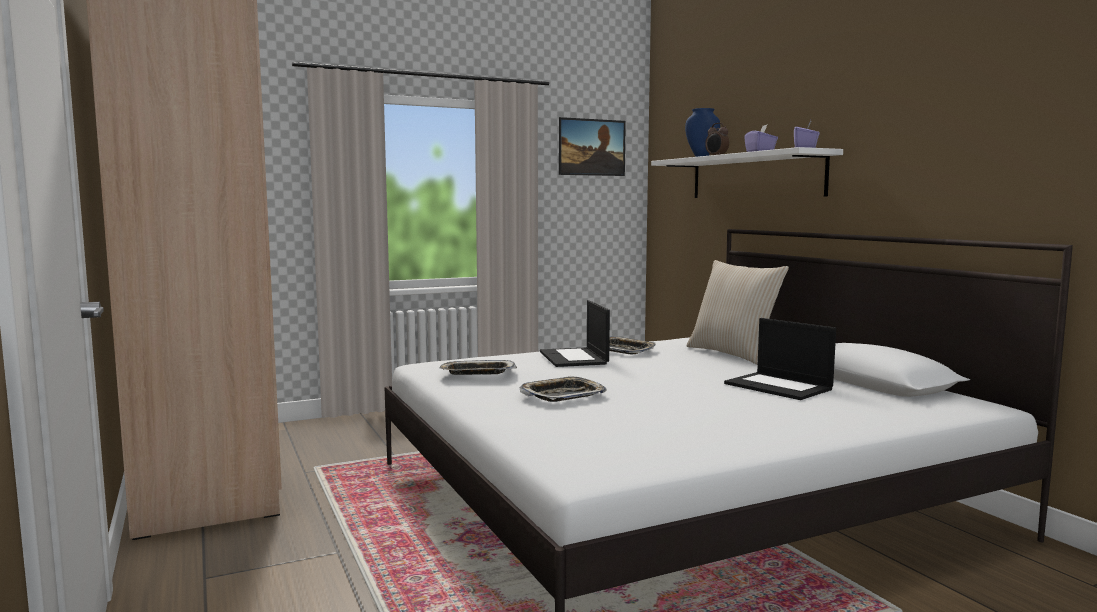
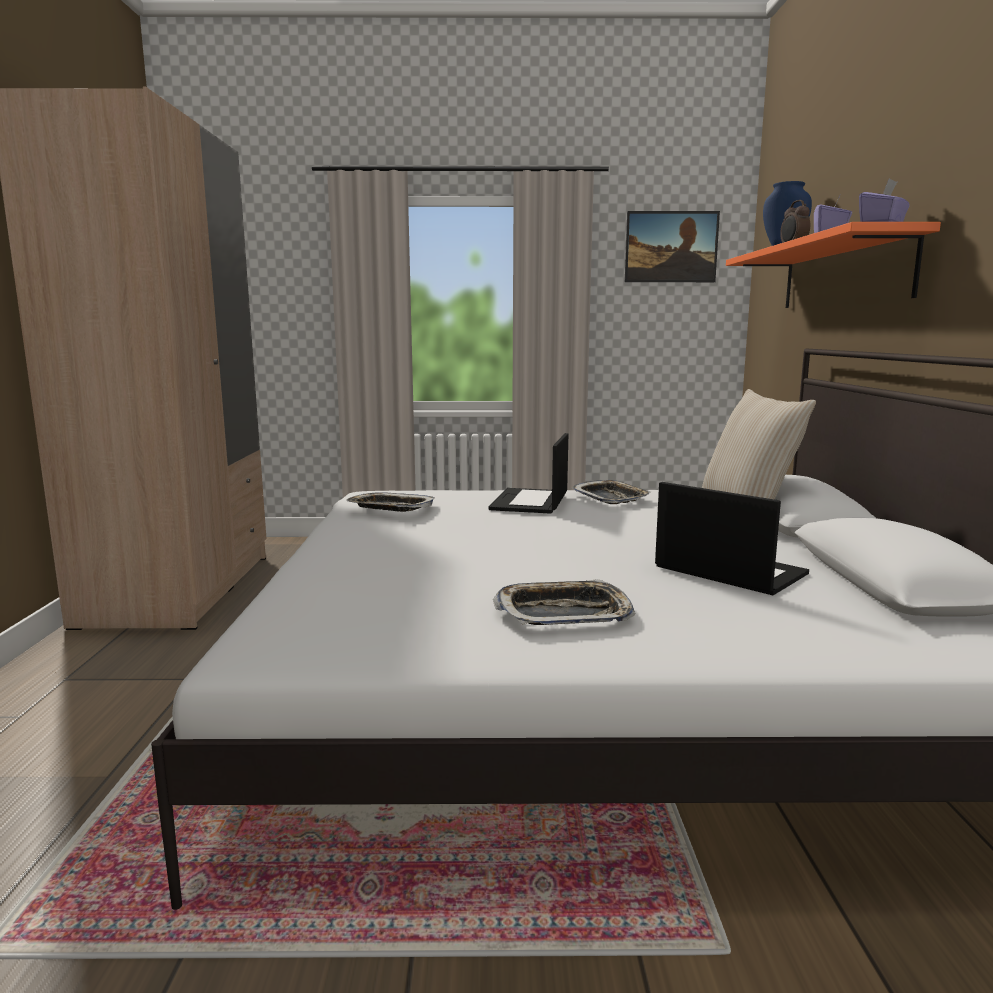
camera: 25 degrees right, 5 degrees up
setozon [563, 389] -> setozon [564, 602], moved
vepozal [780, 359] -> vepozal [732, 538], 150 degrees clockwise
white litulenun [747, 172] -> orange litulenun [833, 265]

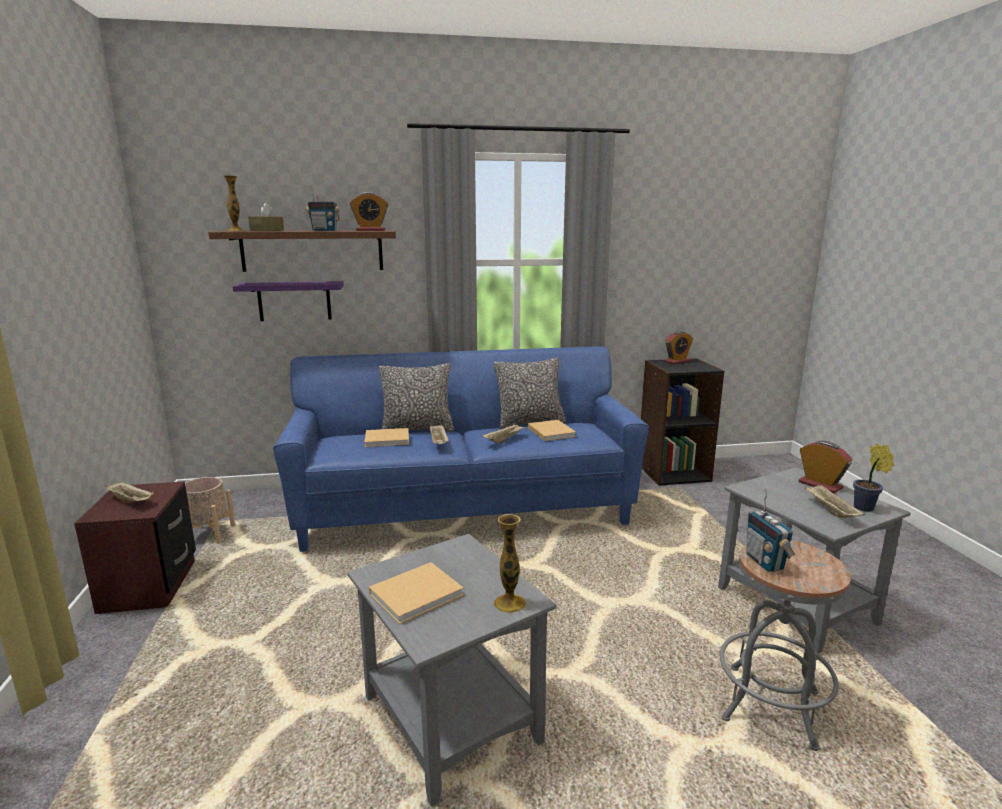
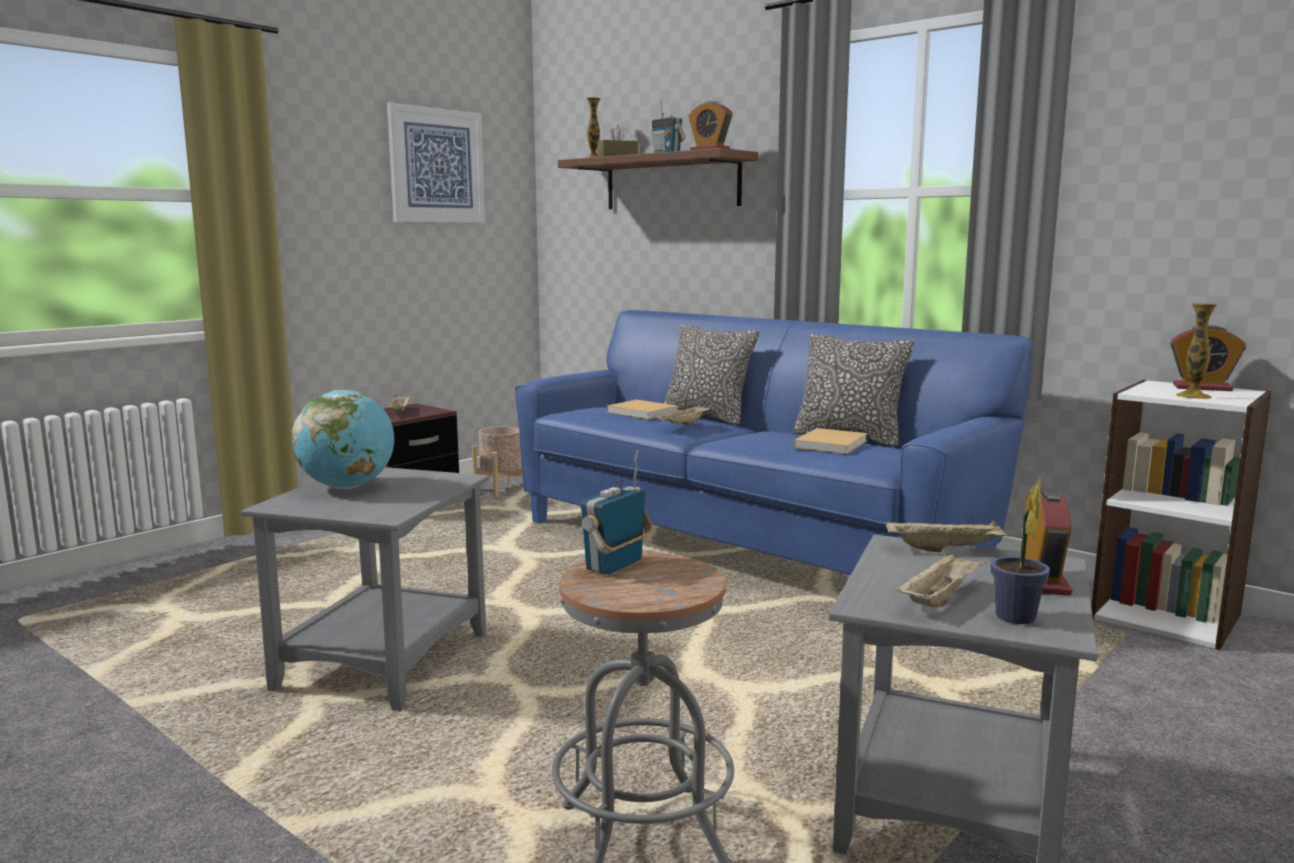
camera: 50 degrees right, 5 degrees down
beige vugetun [416, 593] -> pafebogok [343, 439]
none -> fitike [436, 162]
beige setozon [504, 433] -> beige setozon [948, 536], moved
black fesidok [682, 422] -> white fesidok [1181, 515]
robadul [510, 563] -> robadul [1197, 351], moved
purple litulenun [288, 301] -> none

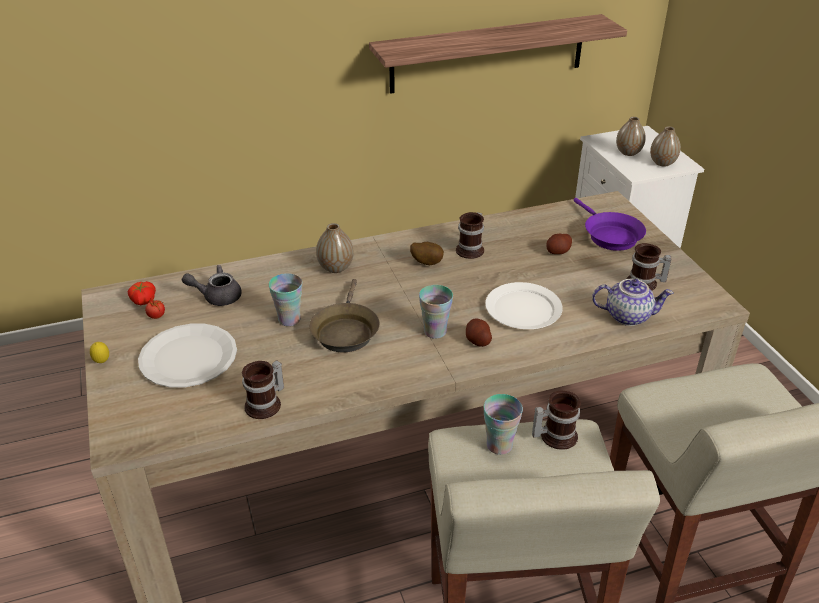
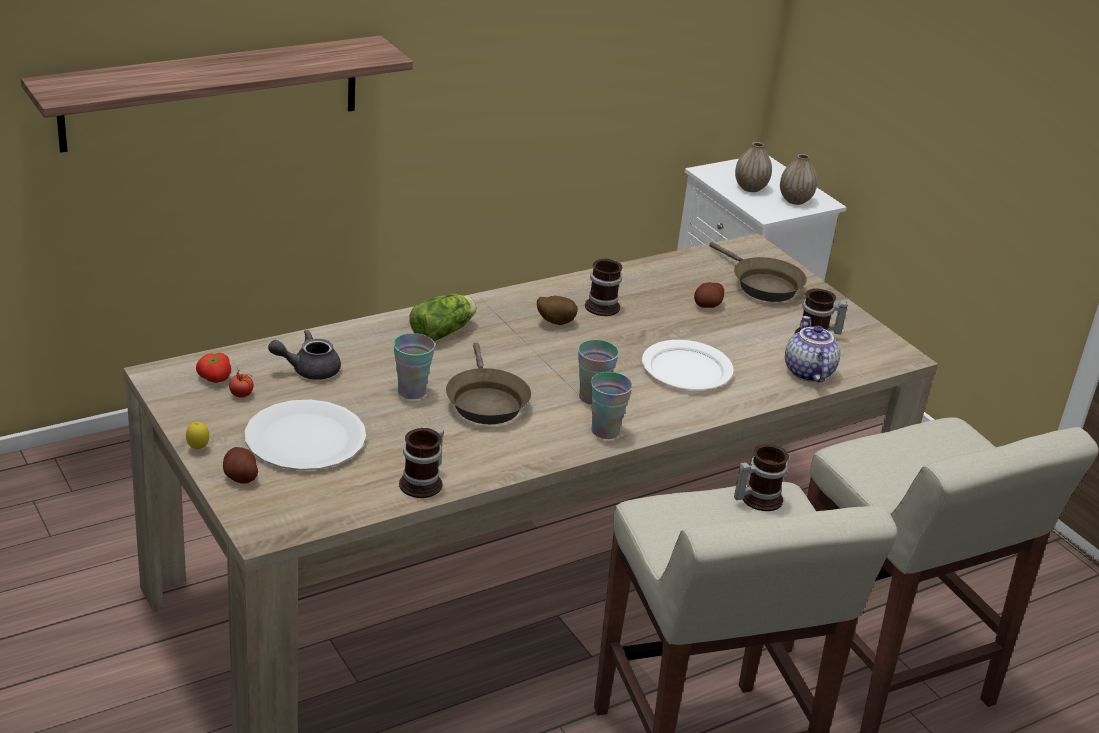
camera: 15 degrees left, 5 degrees down
litulenun [498, 54] -> litulenun [217, 94], moved
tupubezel [479, 332] -> tupubezel [240, 465], moved
robadul [335, 248] -> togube [443, 317]
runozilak [503, 424] -> runozilak [612, 405], moved
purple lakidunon [609, 224] -> brown lakidunon [758, 272]
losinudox [633, 302] -> losinudox [812, 349], 90 degrees counterclockwise

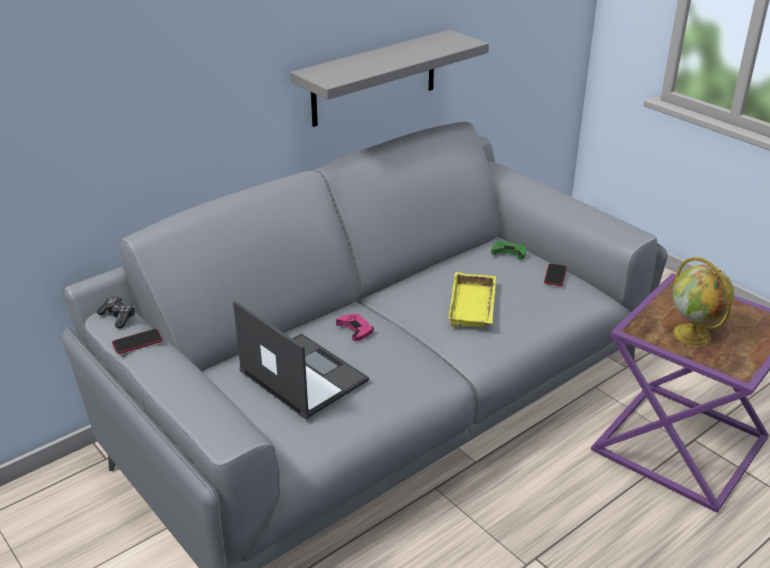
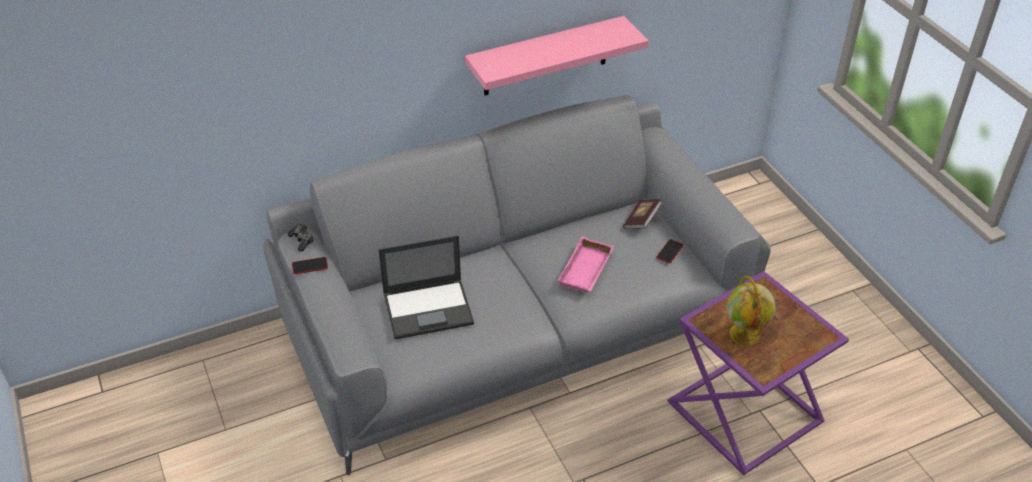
camera: 15 degrees right, 10 degrees up
vepozal [301, 359] -> vepozal [426, 287], 105 degrees clockwise
grey litulenun [389, 78] -> pink litulenun [557, 56]
yellow setozon [472, 299] -> pink setozon [585, 264]
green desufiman [508, 250] -> vugetun [642, 214]
pink desufiman [355, 327] -> none

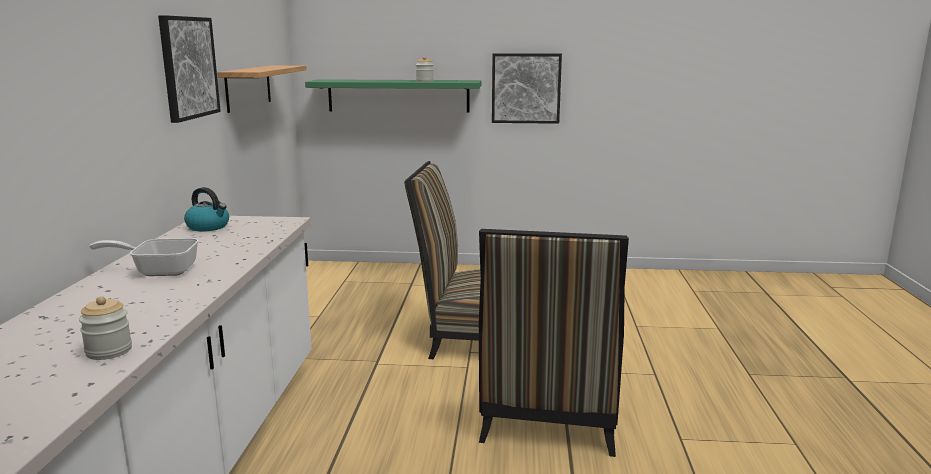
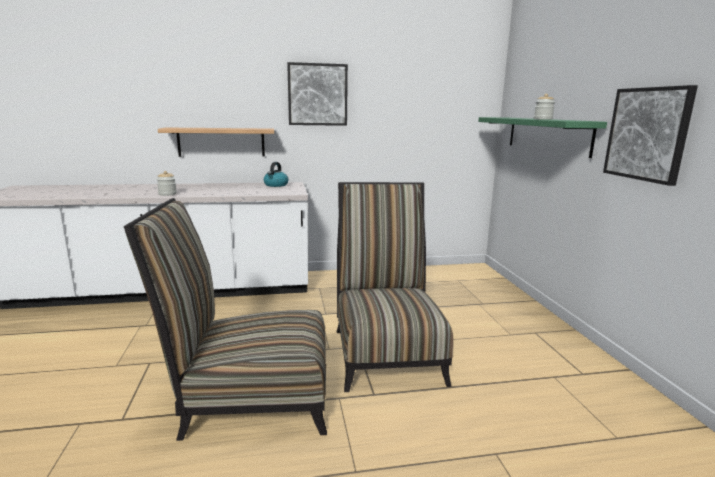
camera: 75 degrees right, 0 degrees up
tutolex [105, 328] -> tutolex [167, 183], moved
litulenun [262, 89] -> litulenun [216, 142], moved
lakidunon [144, 257] -> none

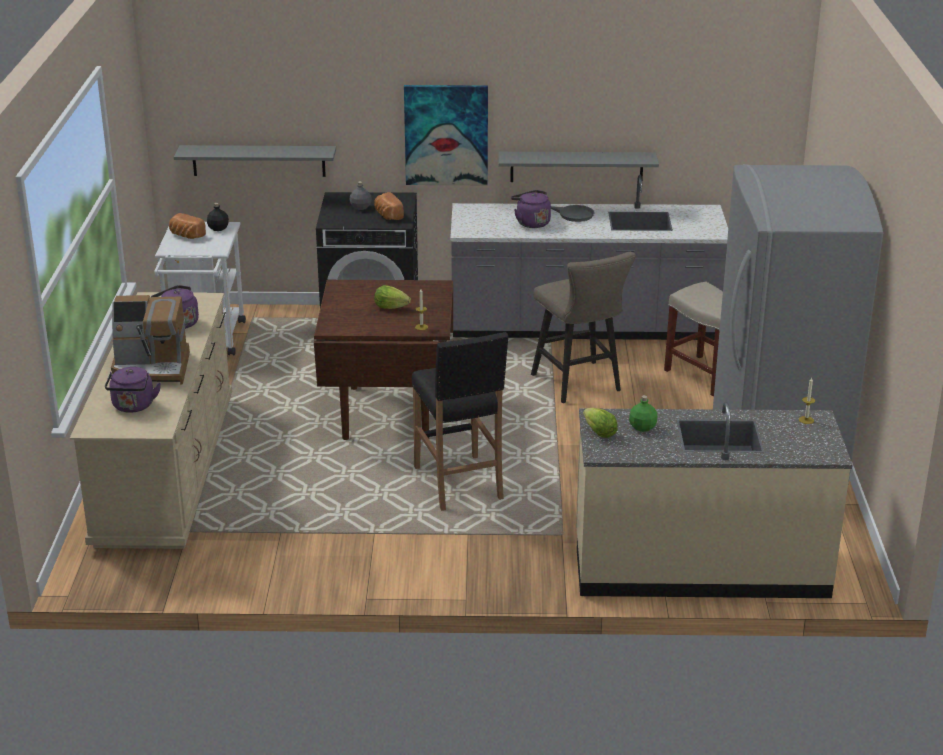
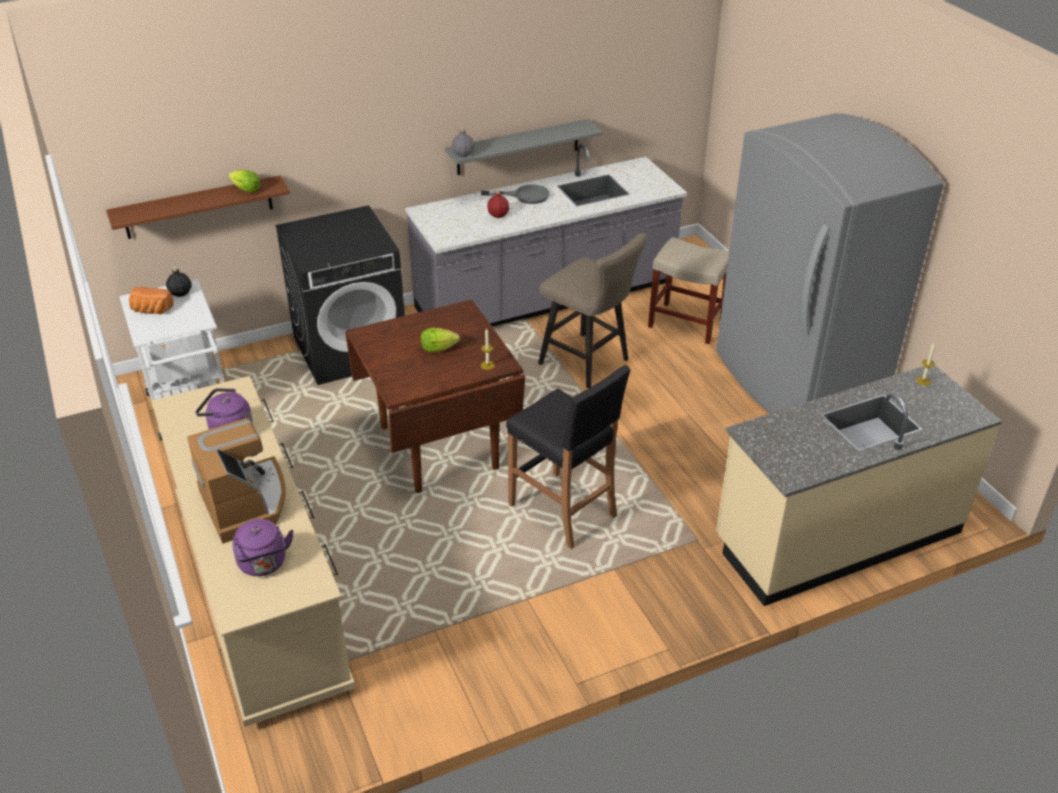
camera: 25 degrees left, 10 degrees up
grey litulenun [255, 161] -> brown litulenun [198, 207]
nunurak [150, 340] -> nunurak [236, 481], 90 degrees counterclockwise
togube [600, 423] -> togube [244, 181], moved
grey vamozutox [361, 195] -> grey vamozutox [463, 142], moved
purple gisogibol [531, 209] -> red vamozutox [498, 203]
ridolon [389, 206] -> none
fitike [446, 135] -> none
green vamozutox [643, 413] -> none

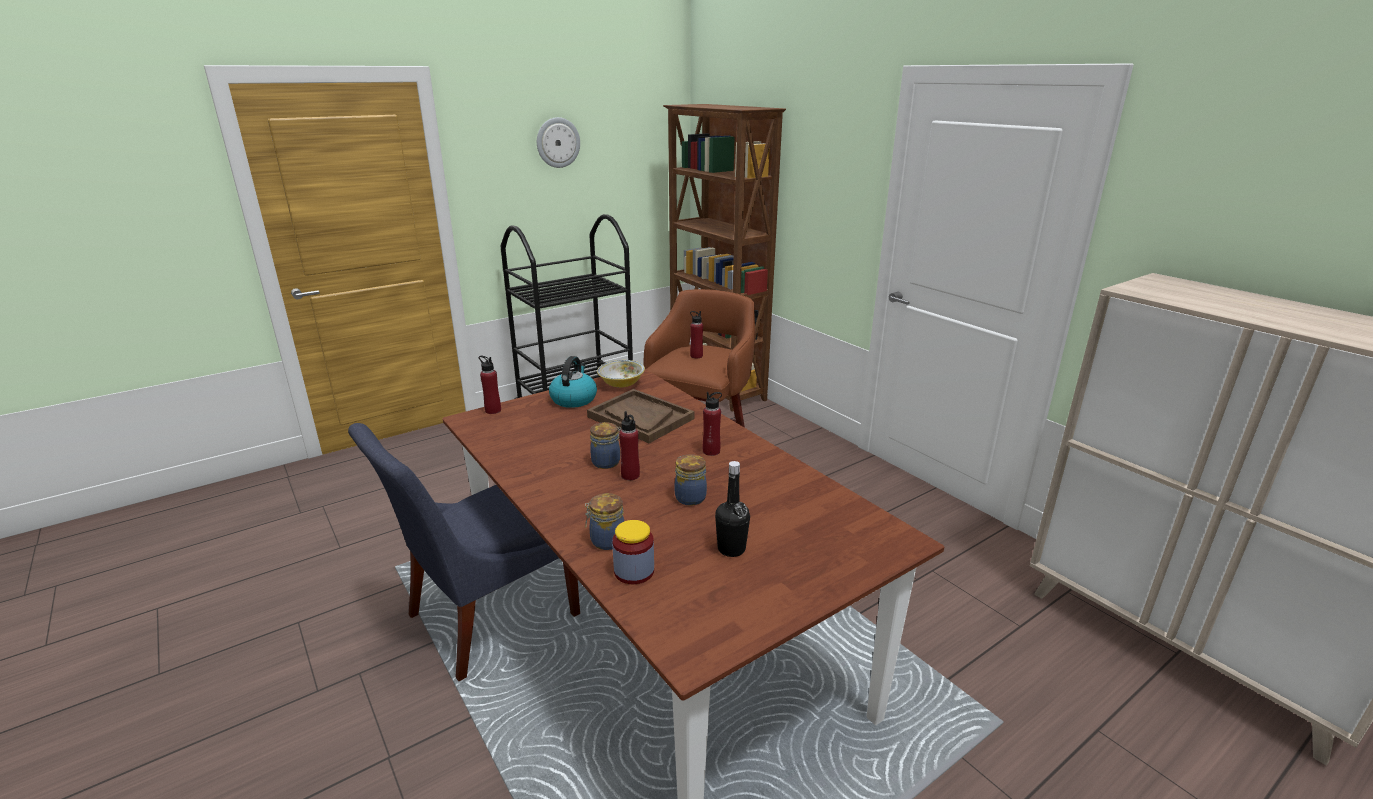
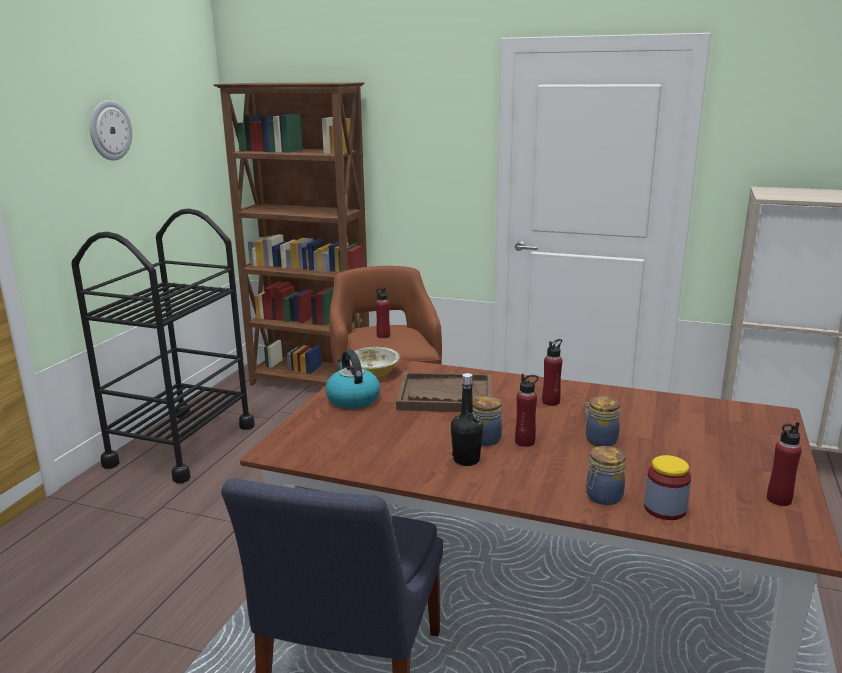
camera: 35 degrees left, 5 degrees down
black vamozutox [732, 509] -> black vamozutox [467, 419], moved
red vamozutox [489, 385] -> red vamozutox [784, 464], moved

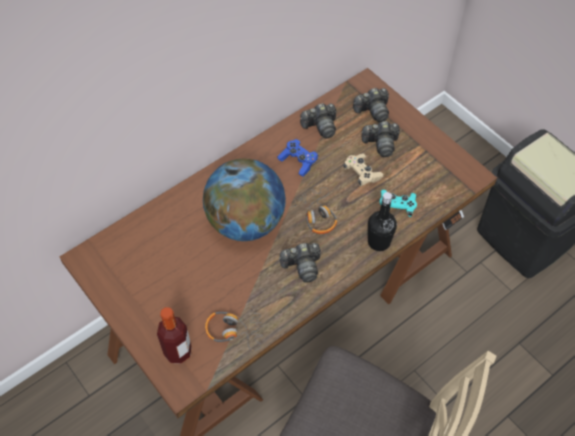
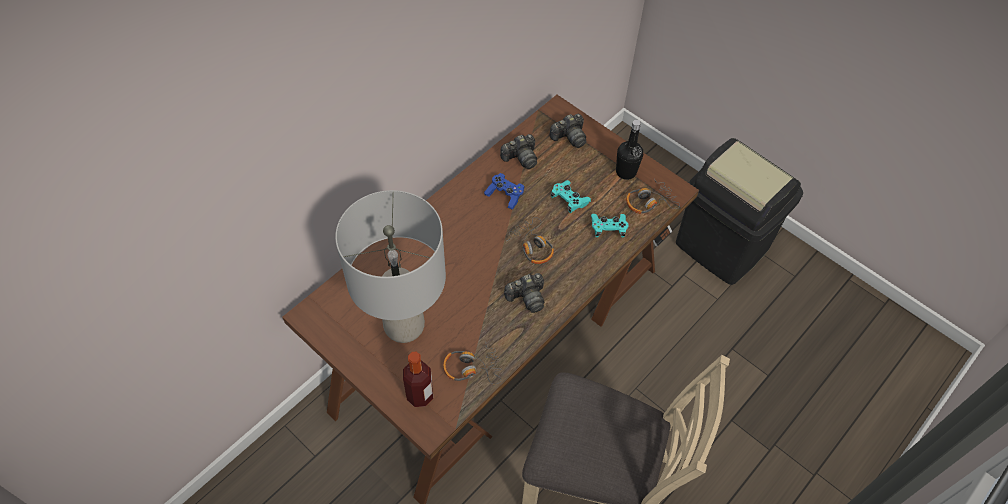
camera: 10 degrees left, 0 degrees up
none -> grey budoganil [390, 266]
beige desufiman [363, 170] -> turquoise desufiman [570, 196]
black vamozutox [382, 221] -> black vamozutox [629, 150], moved
none -> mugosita [653, 196]
pafebogok [244, 200] -> none
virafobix [380, 139] -> none

